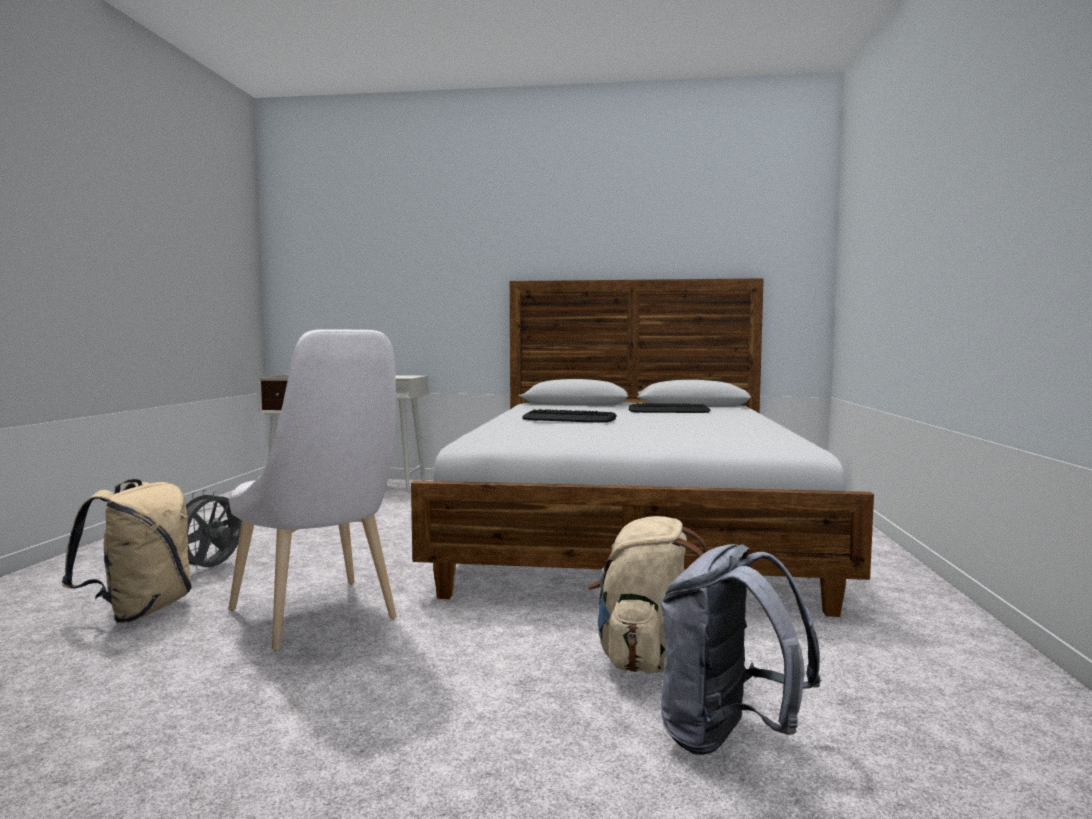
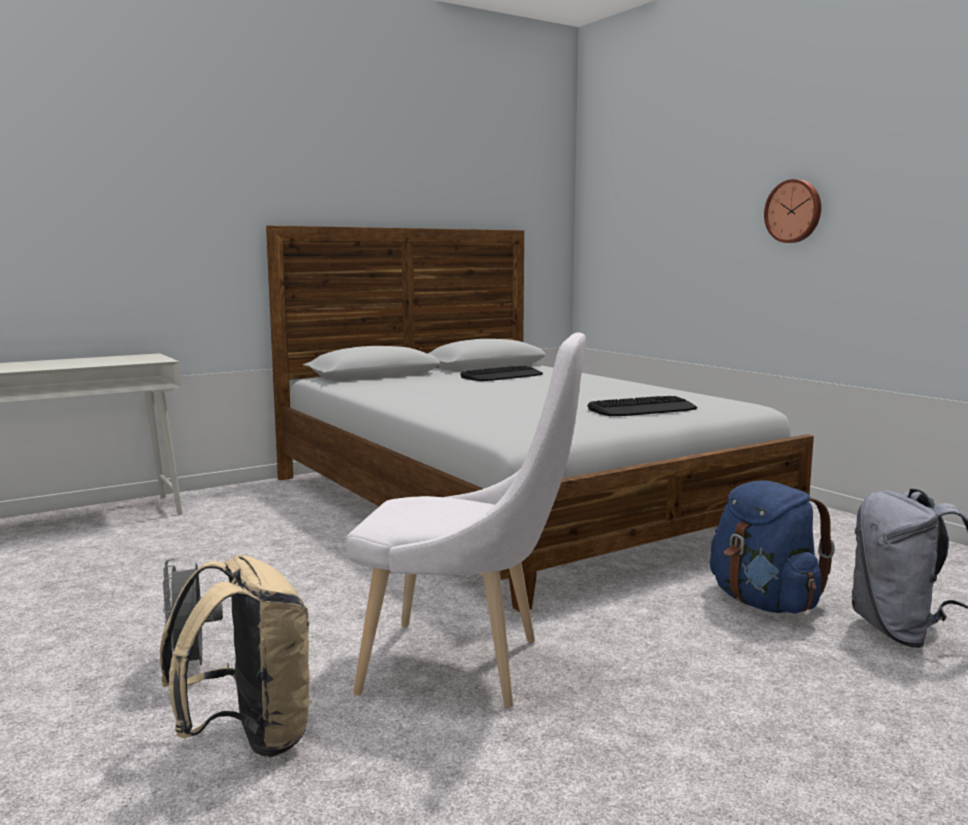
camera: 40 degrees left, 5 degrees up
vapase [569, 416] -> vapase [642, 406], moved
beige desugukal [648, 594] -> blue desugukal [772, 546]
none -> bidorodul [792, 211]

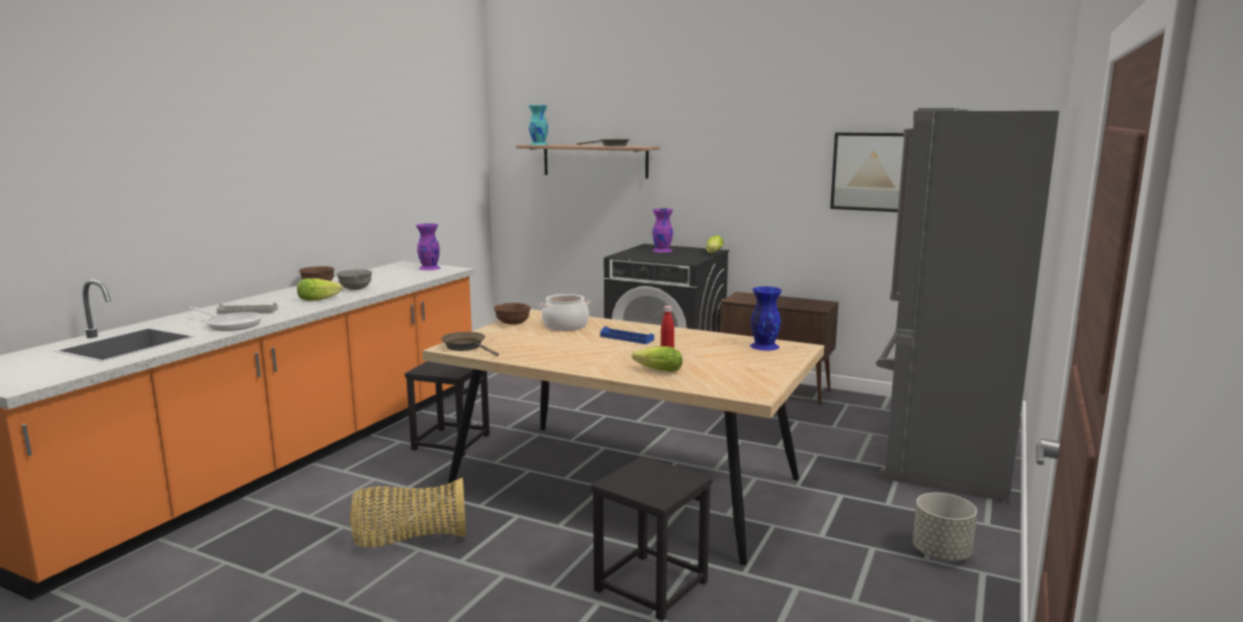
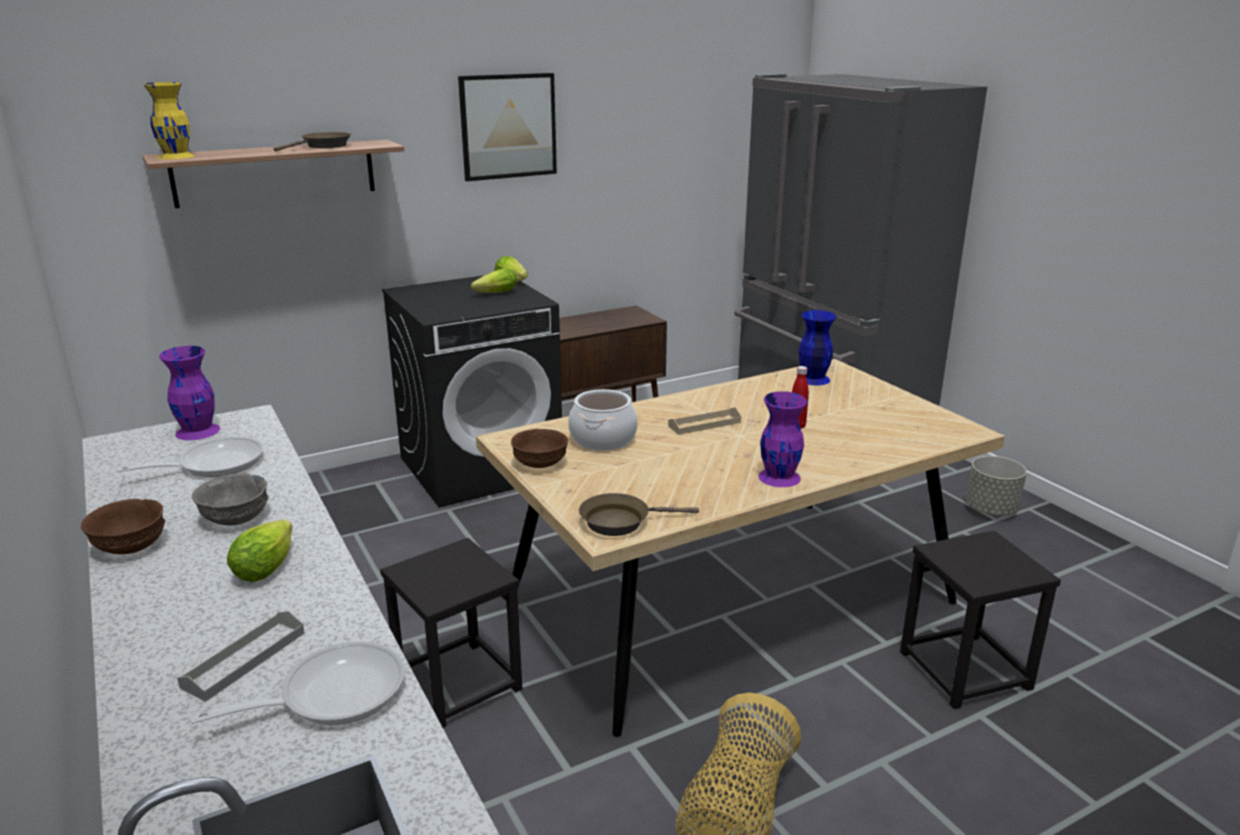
camera: 55 degrees left, 10 degrees up
none -> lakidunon [190, 457]
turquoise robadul [538, 125] -> yellow robadul [169, 120]
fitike [867, 172] -> fitike [507, 127], moved
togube [657, 359] -> togube [494, 280], moved
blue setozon [627, 335] -> beige setozon [704, 421]
purple robadul [662, 230] -> purple robadul [782, 439], moved

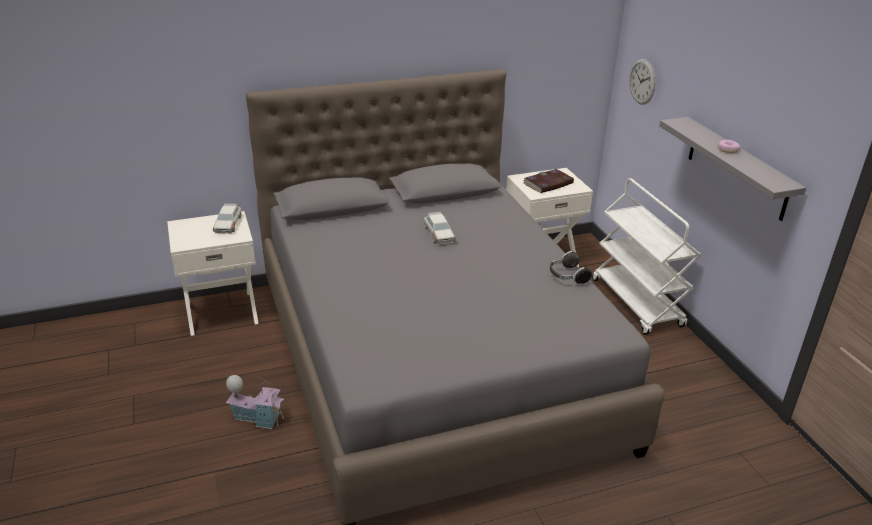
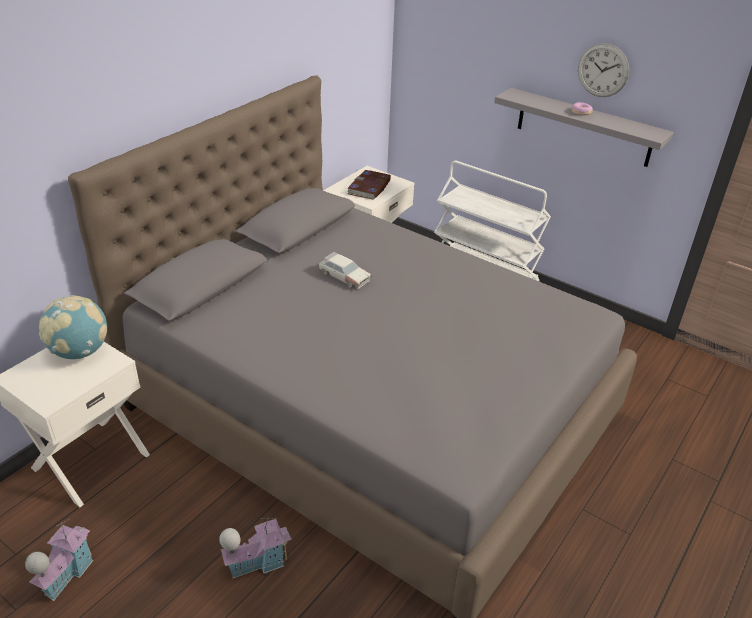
camera: 35 degrees left, 5 degrees up
none -> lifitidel [59, 559]
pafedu [227, 218] -> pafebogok [73, 327]
bidorodul [642, 82] -> bidorodul [603, 70], moved
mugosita [571, 268] -> none

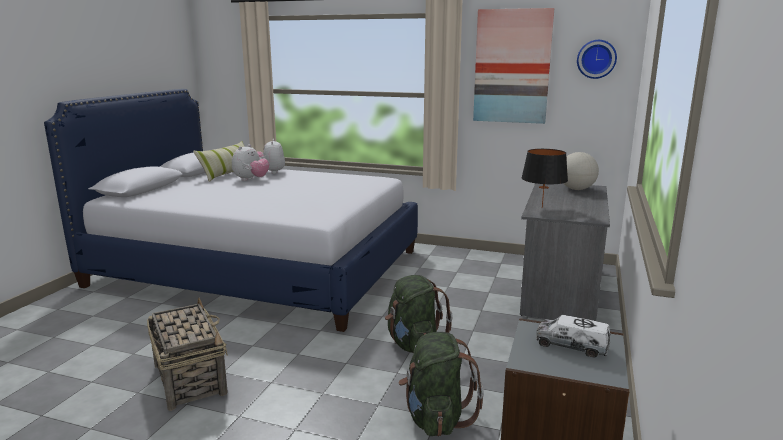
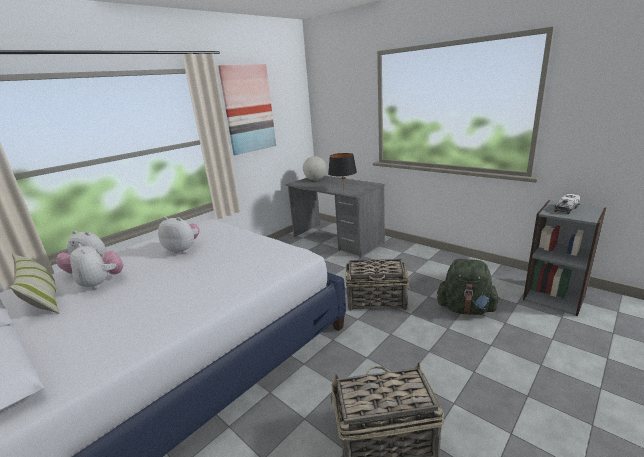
camera: 65 degrees left, 5 degrees up
none -> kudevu [179, 235]
green desugukal [419, 314] -> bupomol [377, 285]
bidorodul [597, 59] -> none

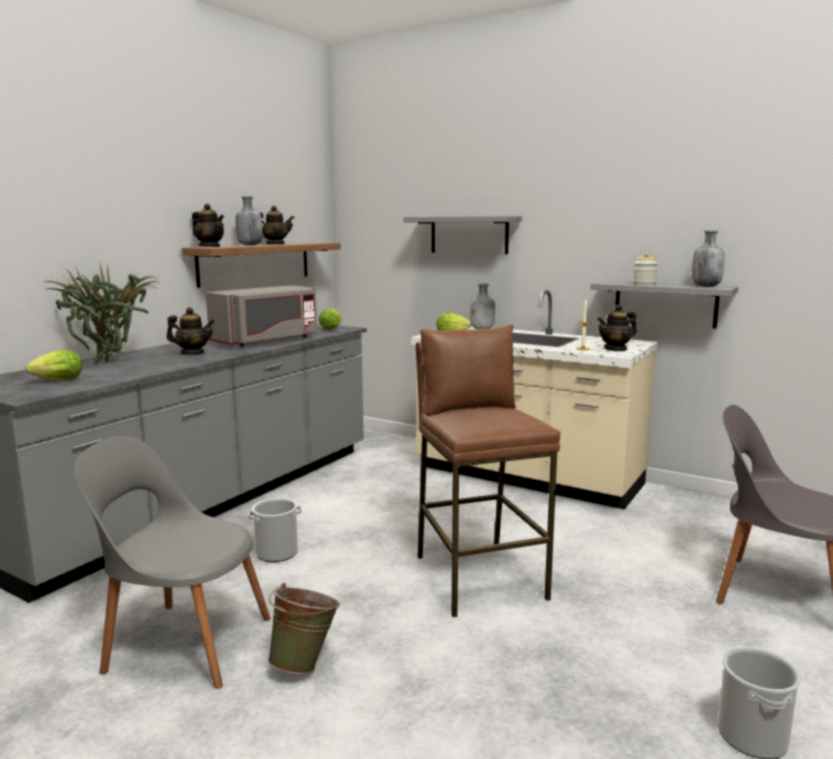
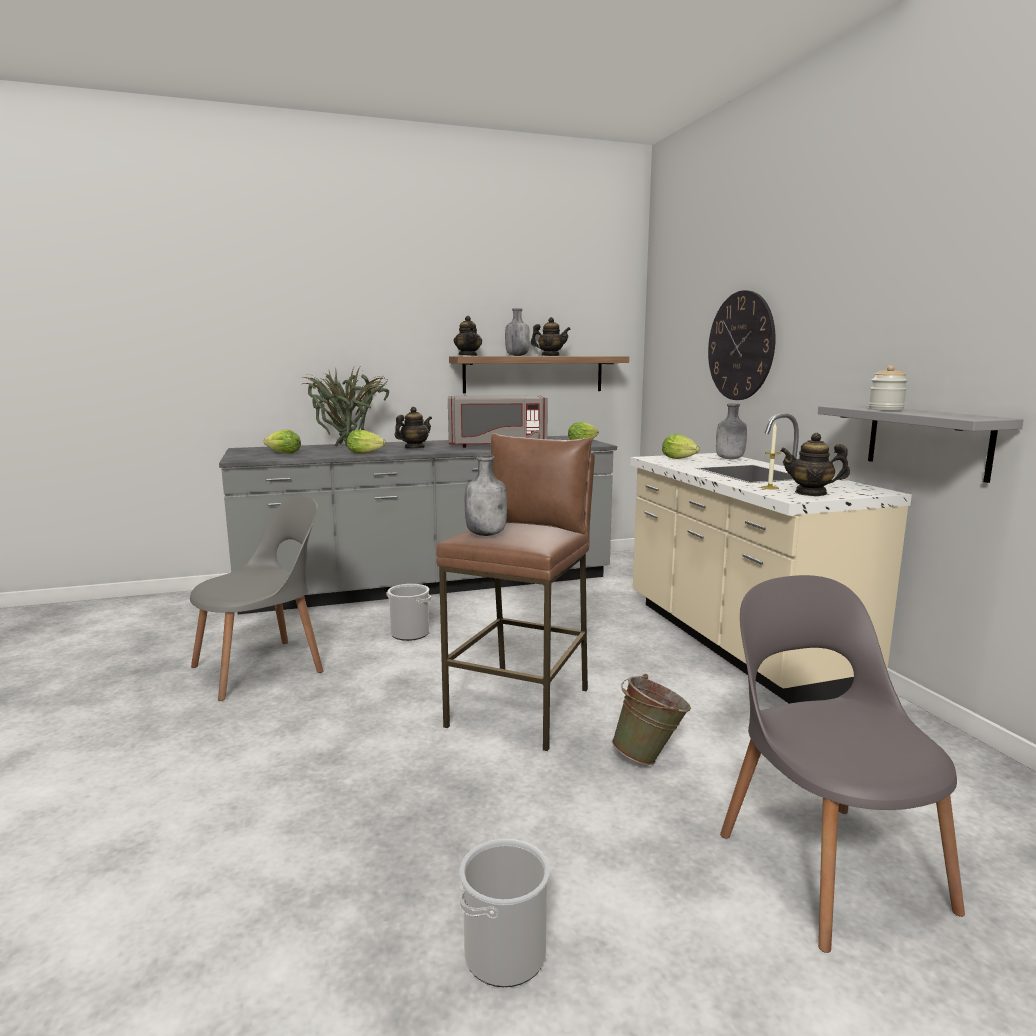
camera: 40 degrees right, 0 degrees up
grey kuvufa [172, 562] -> grey kuvufa [256, 598], 90 degrees clockwise
none -> togube [366, 442]
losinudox [190, 330] -> losinudox [413, 427], 90 degrees counterclockwise
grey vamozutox [708, 258] -> grey vamozutox [486, 495], moved
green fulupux [304, 628] -> green fulupux [651, 719], moved
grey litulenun [462, 235] -> bidorodul [742, 345]

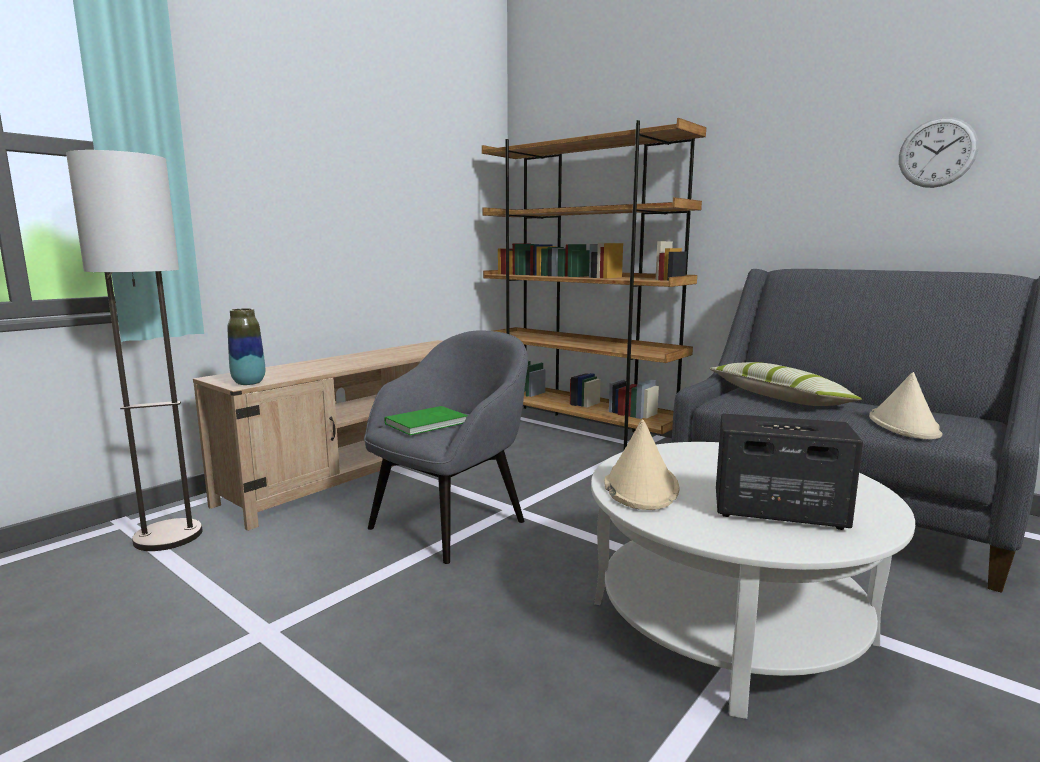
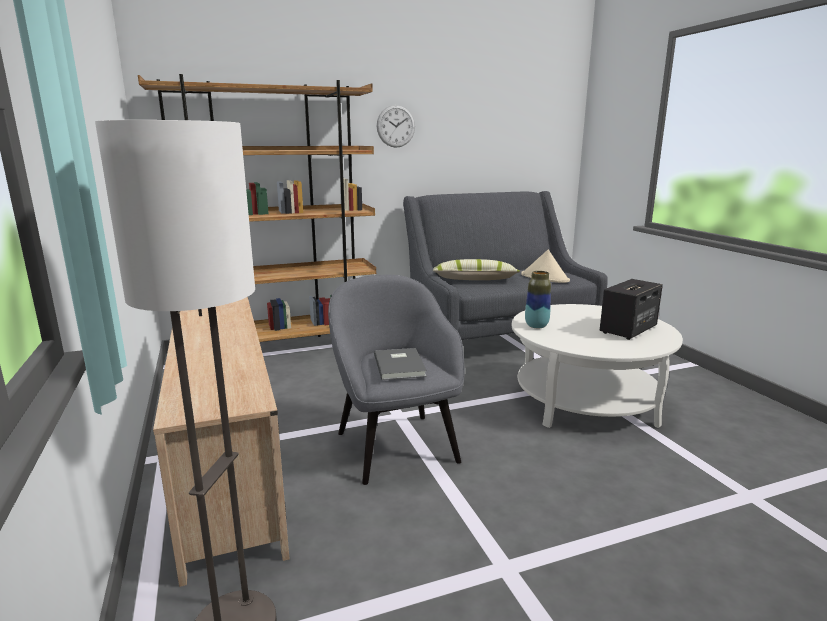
camera: 60 degrees left, 5 degrees up
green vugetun [426, 420] -> grey vugetun [400, 364]
bidorodul [938, 152] -> bidorodul [396, 126], moved
robadul [246, 346] -> robadul [538, 299], moved
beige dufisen [642, 464] -> none

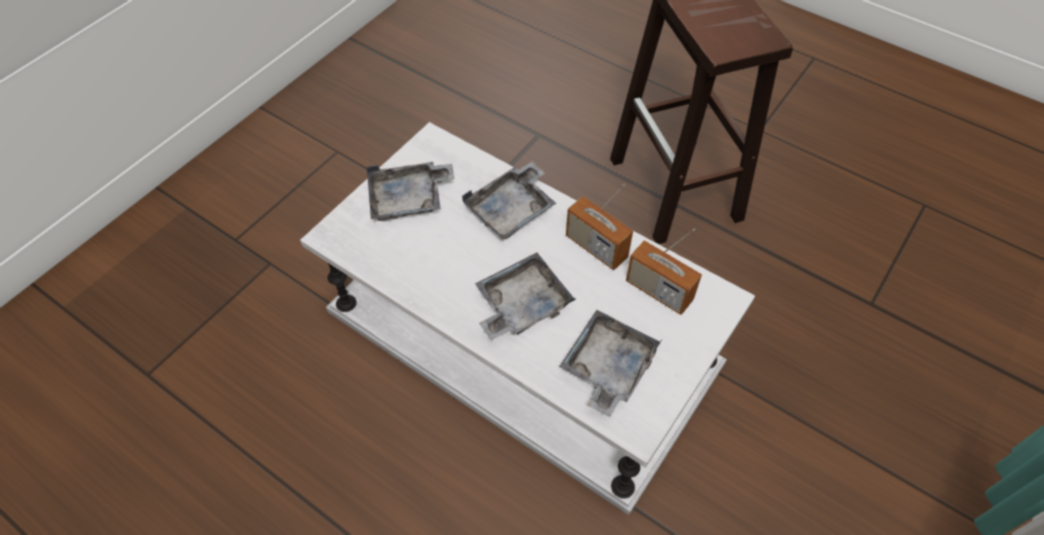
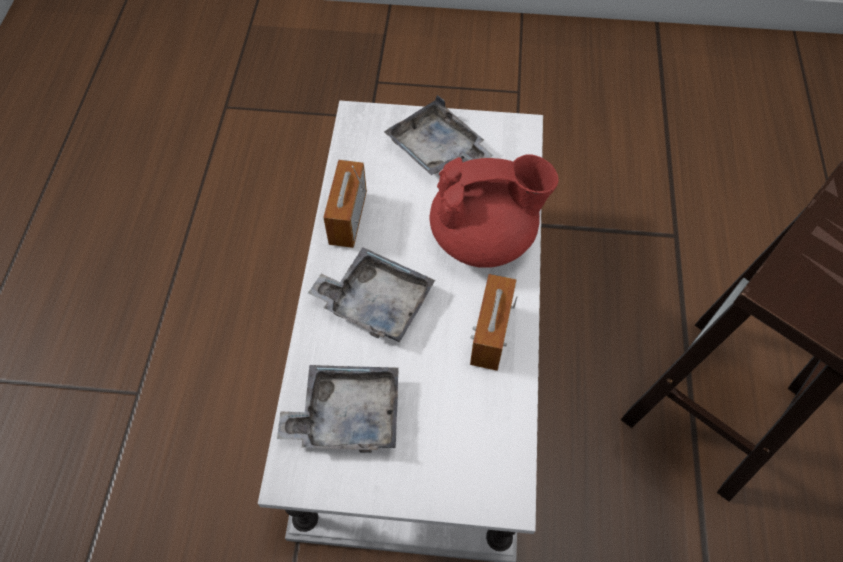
camera: 60 degrees right, 5 degrees up
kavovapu [664, 272] -> kavovapu [345, 204], moved
grey setozon [509, 201] -> red losinudox [494, 211]

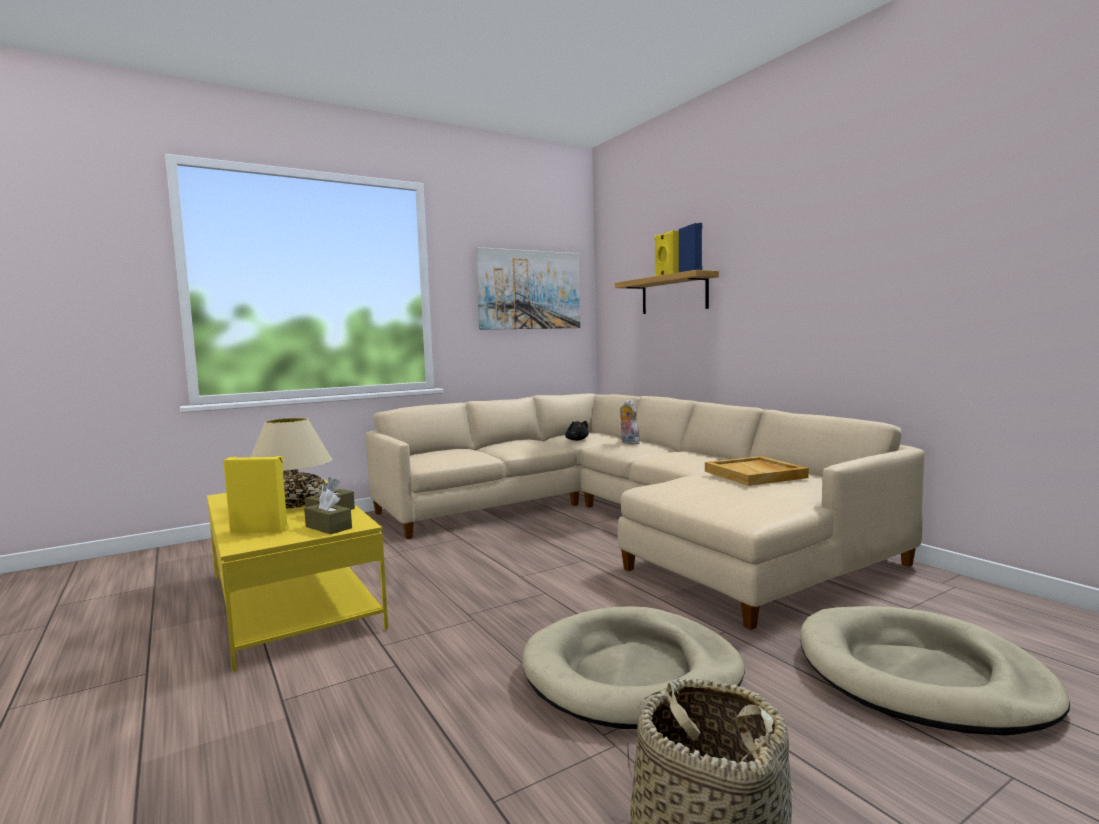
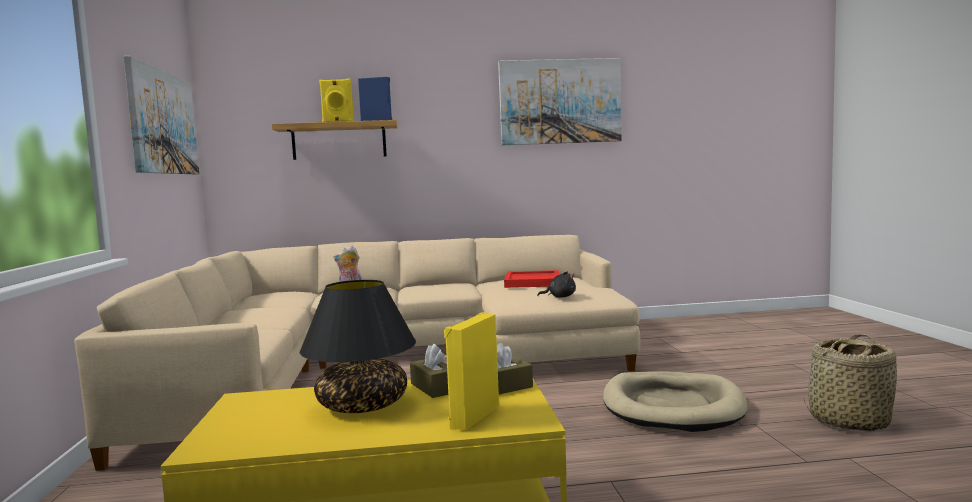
camera: 65 degrees left, 0 degrees up
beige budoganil [291, 463] -> black budoganil [358, 346]
none -> fitike [560, 101]
beige setozon [757, 471] -> red setozon [531, 279]
black kudevu [577, 431] -> black kudevu [556, 285], moved
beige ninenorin [935, 671] -> none

